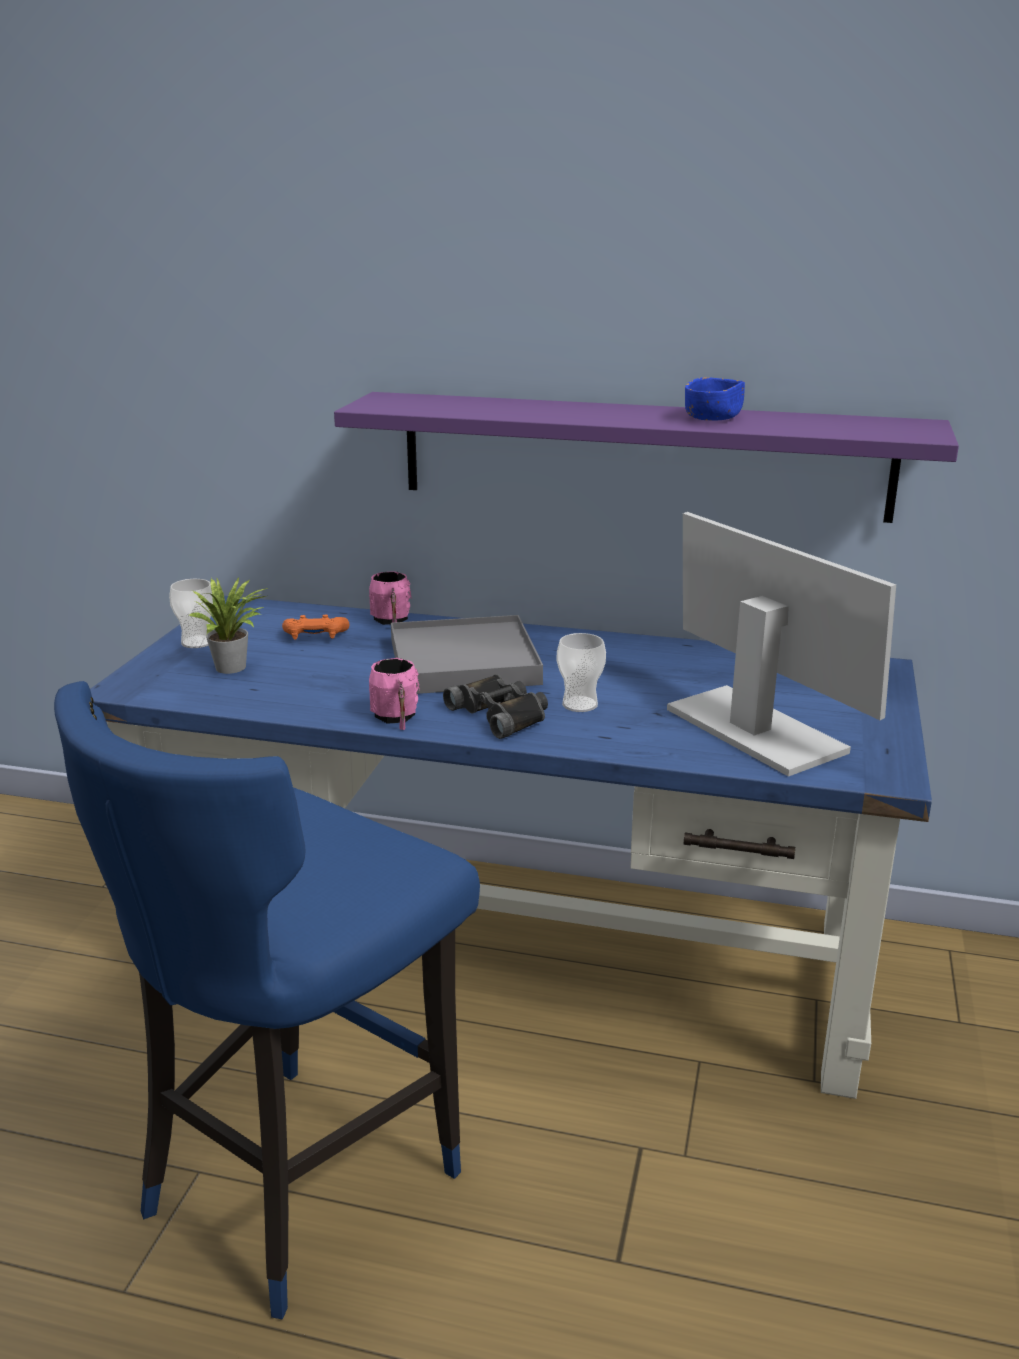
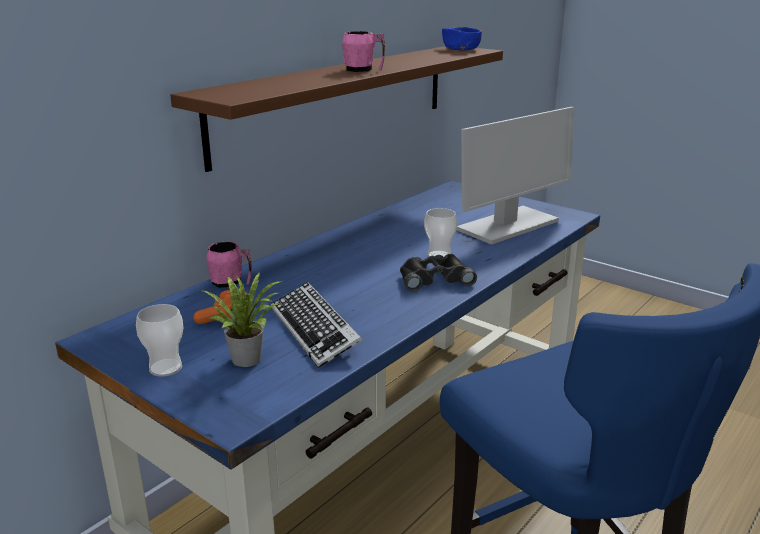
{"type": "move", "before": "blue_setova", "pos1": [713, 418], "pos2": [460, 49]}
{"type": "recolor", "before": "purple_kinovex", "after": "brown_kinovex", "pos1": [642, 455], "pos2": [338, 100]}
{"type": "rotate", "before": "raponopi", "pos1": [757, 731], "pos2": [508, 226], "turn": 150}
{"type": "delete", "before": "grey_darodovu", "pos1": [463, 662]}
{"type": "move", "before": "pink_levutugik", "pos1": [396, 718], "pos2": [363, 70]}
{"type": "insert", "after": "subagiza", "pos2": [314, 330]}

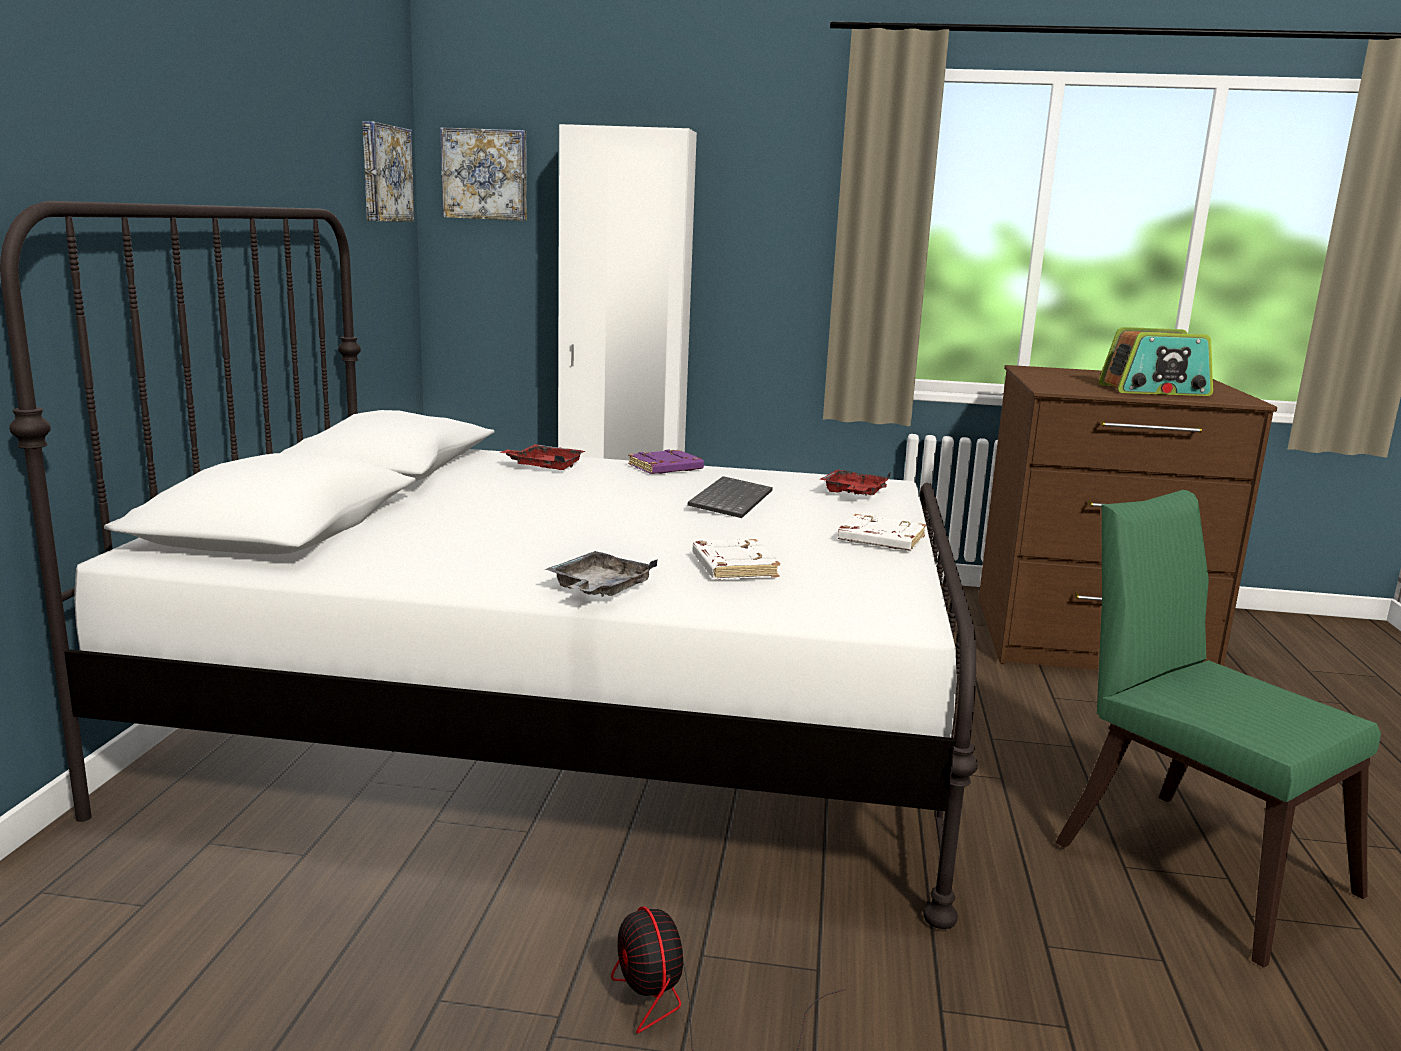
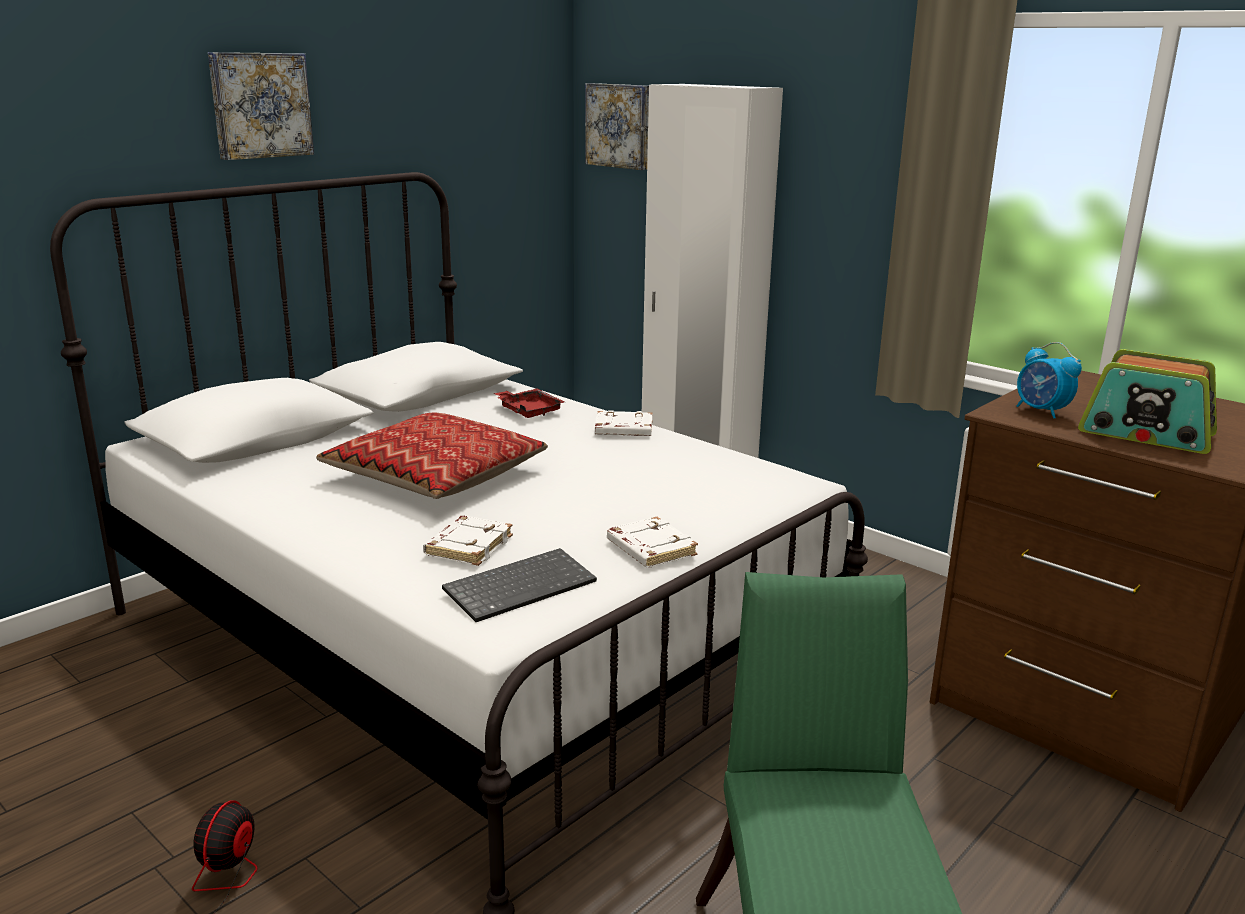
{"type": "move", "before": "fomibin", "pos1": [384, 173], "pos2": [260, 105]}
{"type": "recolor", "before": "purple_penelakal", "after": "white_penelakal", "pos1": [665, 468], "pos2": [623, 429]}
{"type": "delete", "before": "red_darodovu", "pos1": [853, 493]}
{"type": "move", "before": "subagiza", "pos1": [729, 499], "pos2": [520, 586]}
{"type": "delete", "before": "grey_darodovu", "pos1": [599, 589]}
{"type": "insert", "after": "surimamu", "pos2": [1041, 411]}
{"type": "insert", "after": "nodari", "pos2": [435, 474]}

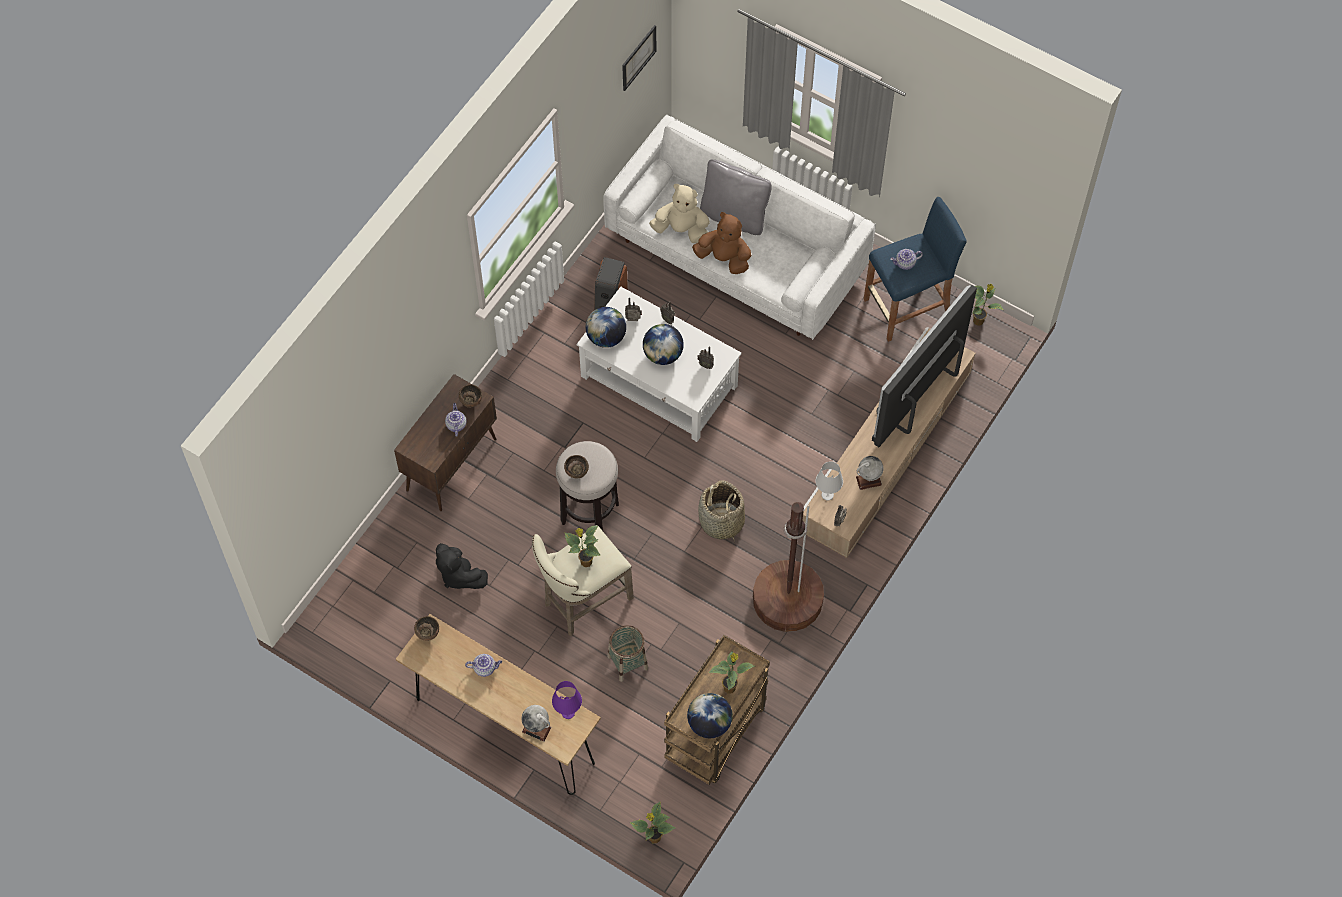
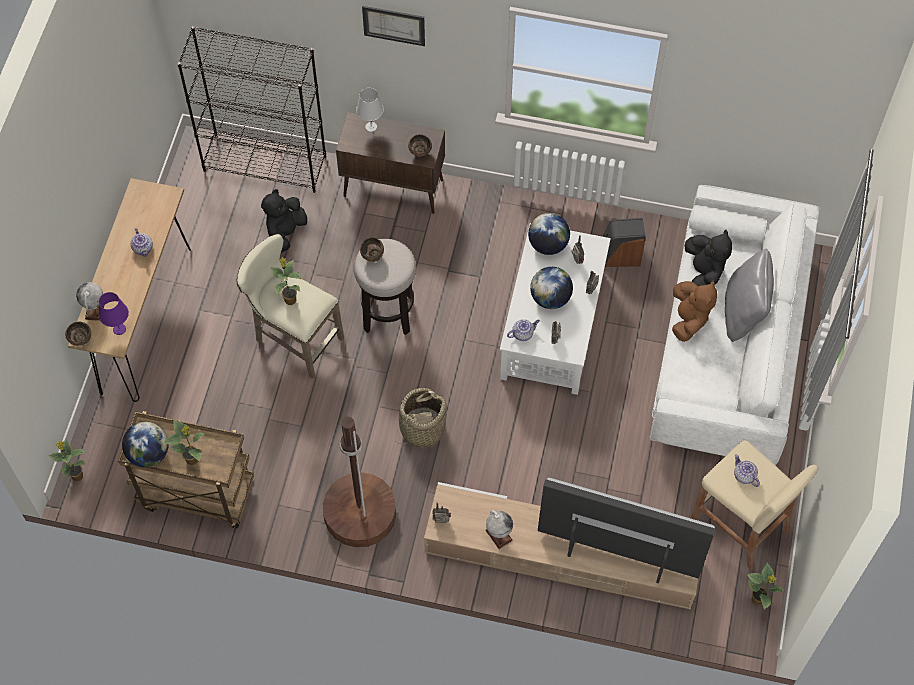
{"type": "move", "before": "fomibin", "pos1": [638, 57], "pos2": [394, 25]}
{"type": "recolor", "before": "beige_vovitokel", "after": "black_vovitokel", "pos1": [681, 229], "pos2": [704, 271]}
{"type": "recolor", "before": "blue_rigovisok", "after": "beige_rigovisok", "pos1": [907, 308], "pos2": [739, 524]}
{"type": "move", "before": "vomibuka", "pos1": [456, 424], "pos2": [523, 333]}
{"type": "move", "before": "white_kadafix", "pos1": [827, 495], "pos2": [371, 127]}
{"type": "move", "before": "brown_setova", "pos1": [427, 634], "pos2": [81, 340]}
{"type": "delete", "before": "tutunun", "pos1": [627, 662]}
{"type": "insert", "after": "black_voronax", "pos2": [265, 163]}

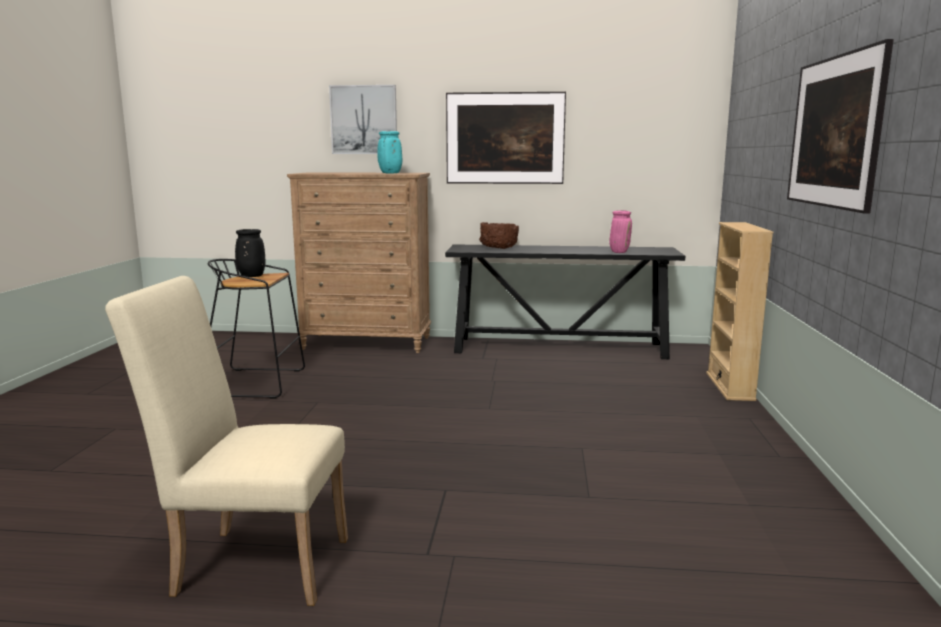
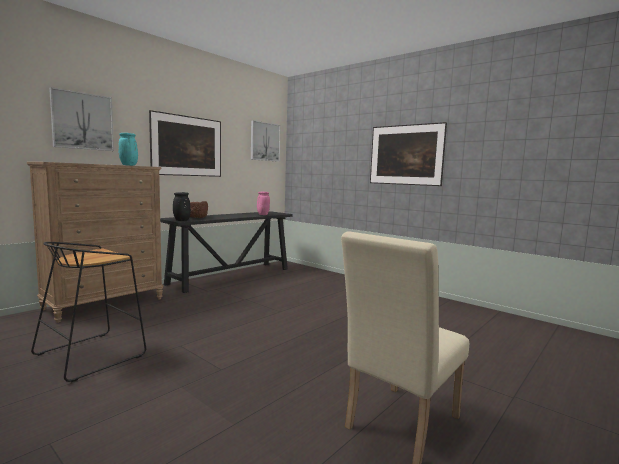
{"type": "delete", "before": "beige_voronax", "pos1": [730, 386]}
{"type": "move", "before": "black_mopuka", "pos1": [251, 276], "pos2": [181, 220]}
{"type": "insert", "after": "fomibin", "pos2": [265, 141]}

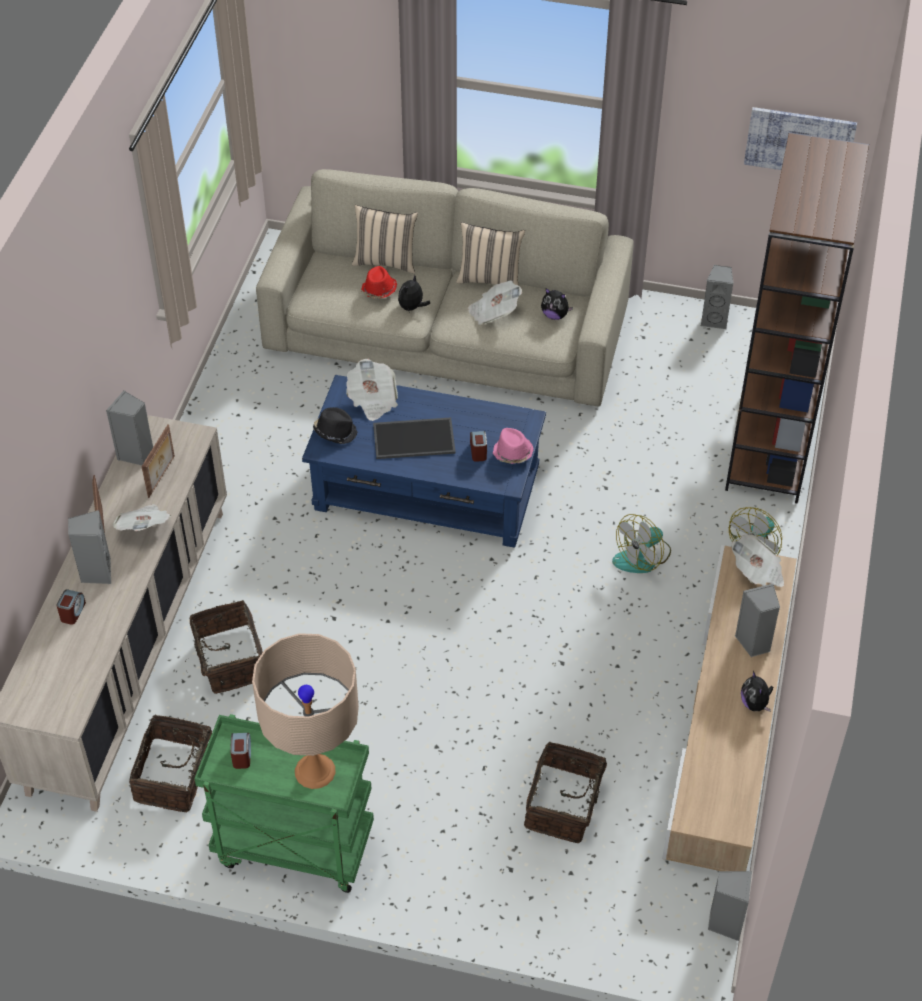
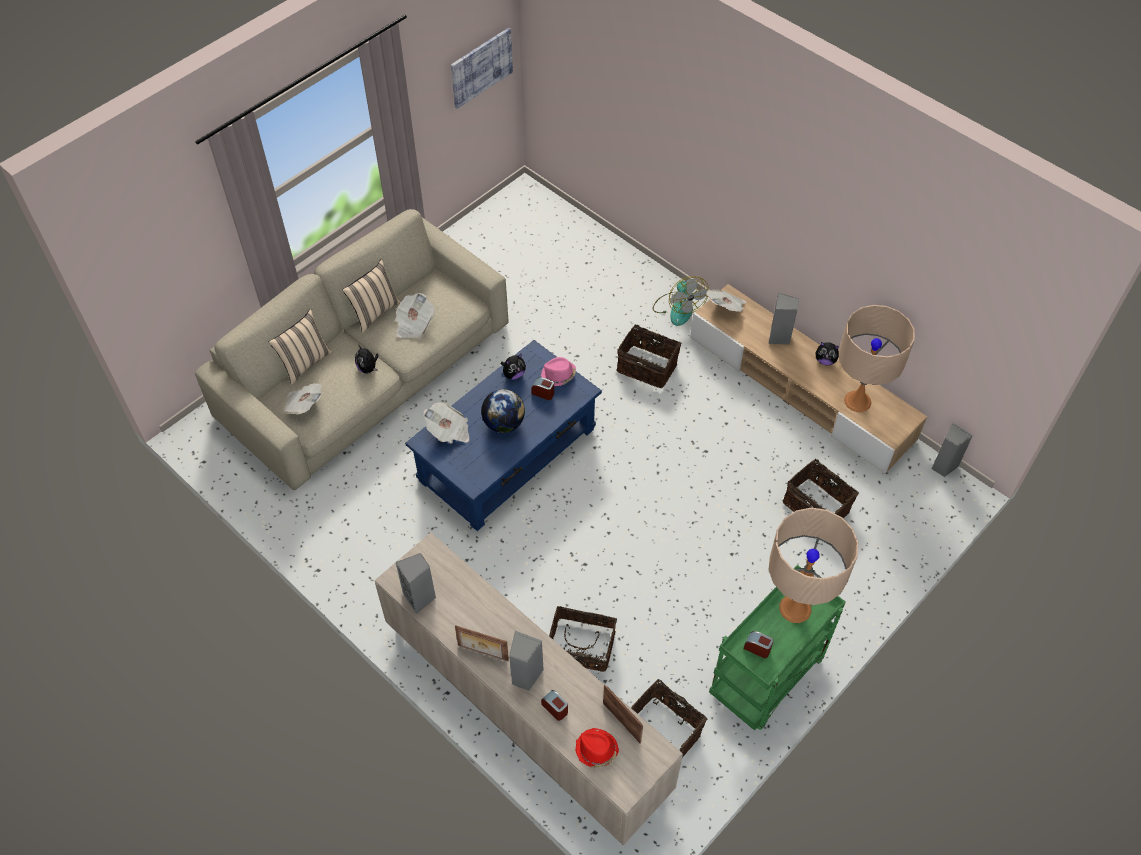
{"type": "delete", "before": "brown_voronax", "pos1": [771, 446]}
{"type": "delete", "before": "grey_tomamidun", "pos1": [714, 320]}
{"type": "move", "before": "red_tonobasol", "pos1": [379, 290], "pos2": [596, 750]}
{"type": "move", "before": "vovitokel", "pos1": [555, 315], "pos2": [513, 374]}
{"type": "delete", "before": "black_tonobasol", "pos1": [335, 431]}
{"type": "replace", "before": "darodovu", "after": "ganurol", "pos1": [414, 438], "pos2": [503, 423]}
{"type": "move", "before": "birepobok", "pos1": [162, 477], "pos2": [622, 722]}
{"type": "move", "before": "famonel", "pos1": [144, 527], "pos2": [304, 405]}
{"type": "replace", "before": "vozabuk", "after": "tutunun", "pos1": [642, 557], "pos2": [647, 366]}
{"type": "insert", "after": "beige_kadafix", "pos2": [857, 401]}

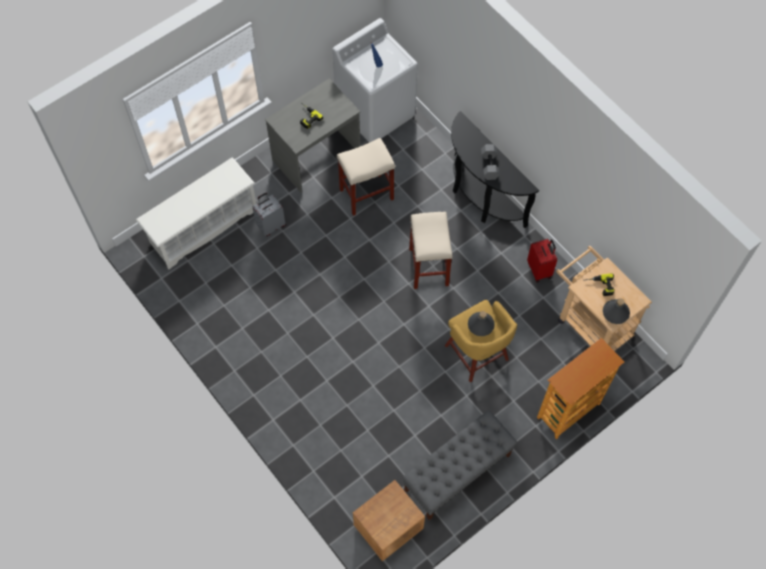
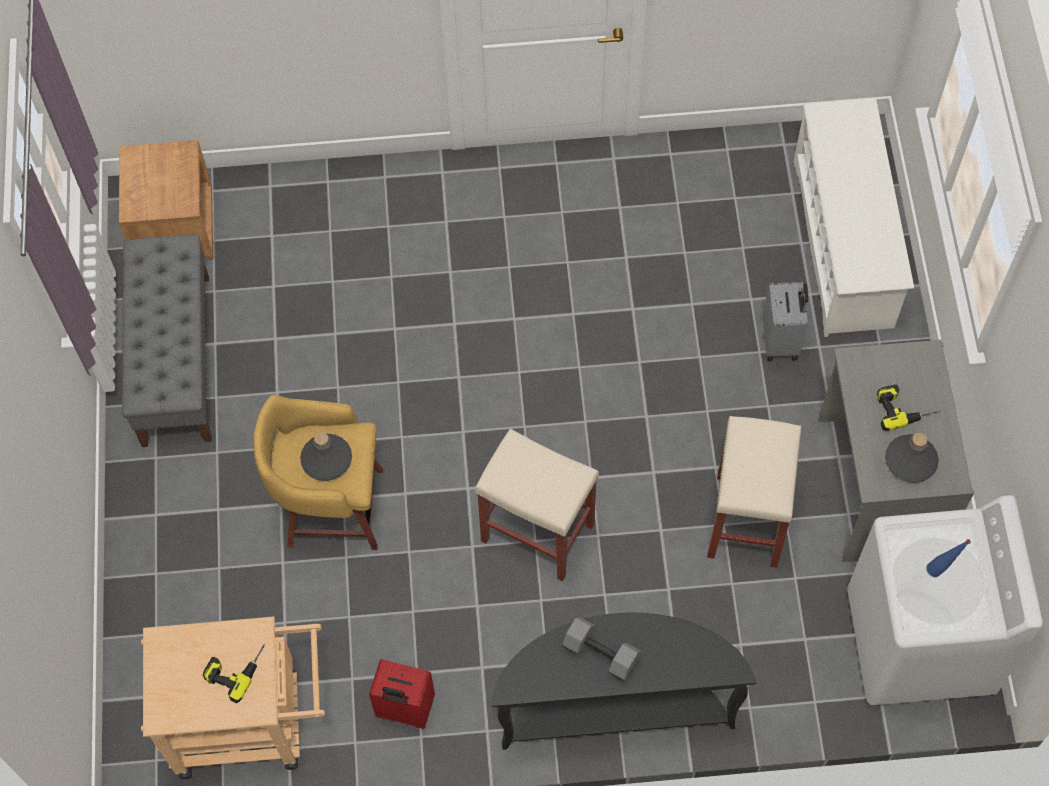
{"type": "move", "before": "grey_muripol", "pos1": [615, 312], "pos2": [910, 461]}
{"type": "delete", "before": "voronax", "pos1": [568, 411]}

